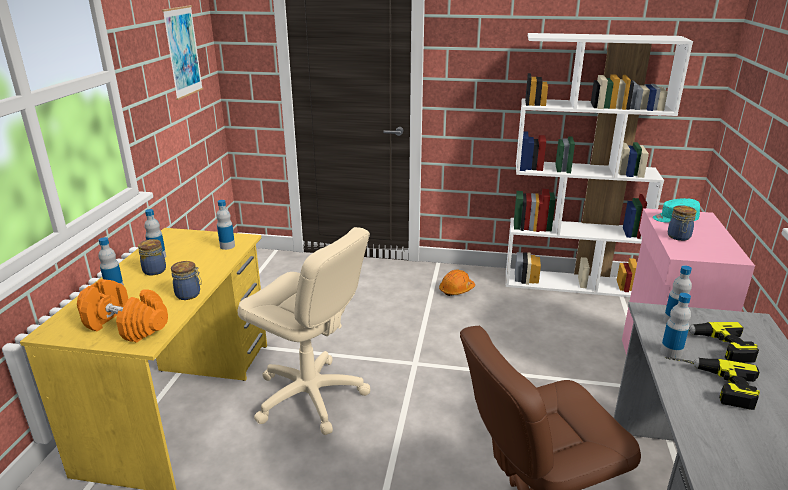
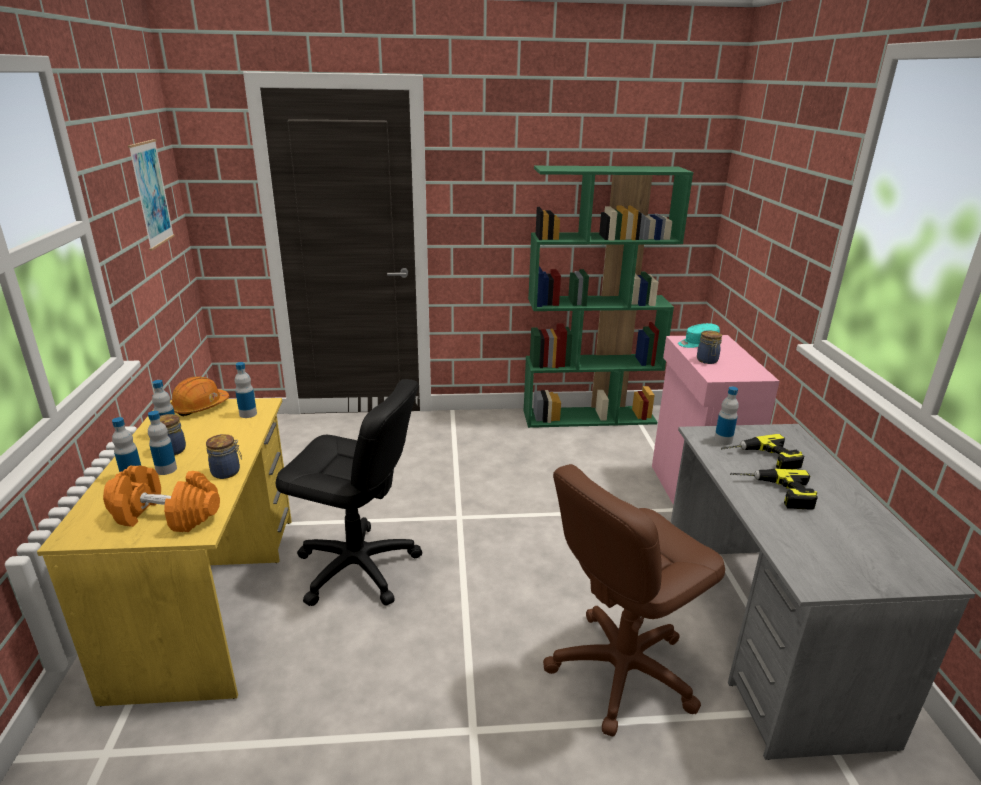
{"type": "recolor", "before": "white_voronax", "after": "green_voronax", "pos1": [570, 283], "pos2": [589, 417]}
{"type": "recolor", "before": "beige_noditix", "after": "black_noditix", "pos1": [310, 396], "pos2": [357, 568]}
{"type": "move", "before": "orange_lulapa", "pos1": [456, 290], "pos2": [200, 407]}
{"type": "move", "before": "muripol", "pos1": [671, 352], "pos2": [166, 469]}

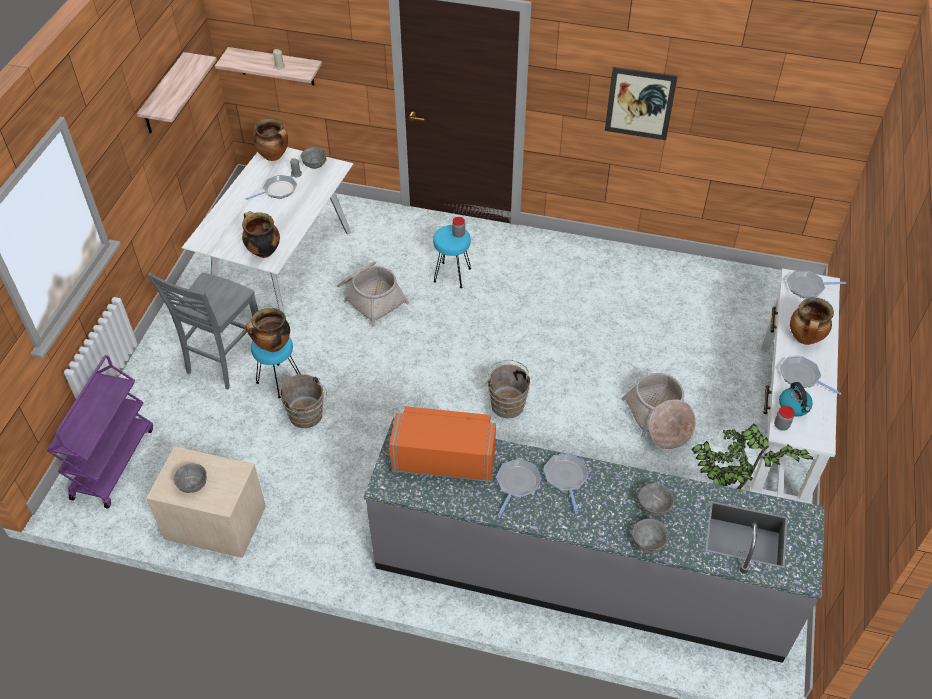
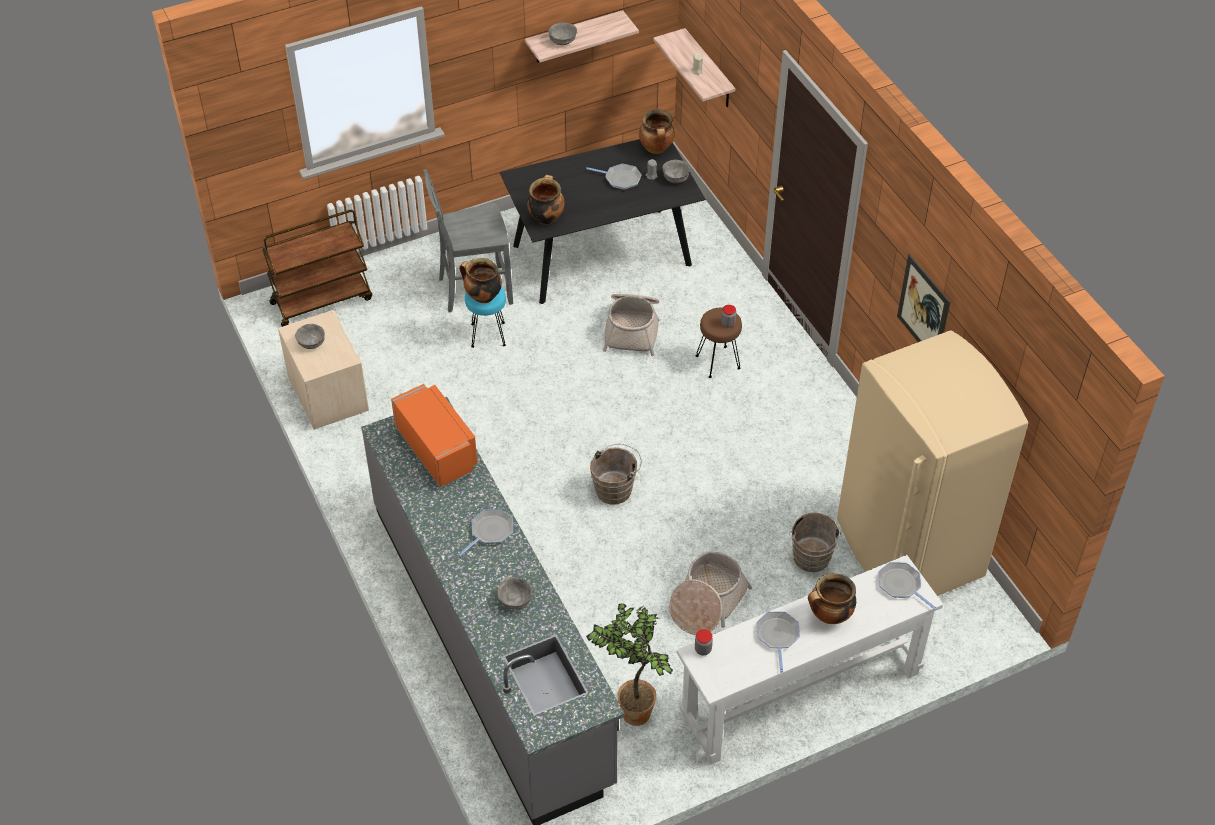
{"type": "recolor", "before": "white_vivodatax", "after": "black_vivodatax", "pos1": [282, 268], "pos2": [602, 254]}
{"type": "recolor", "before": "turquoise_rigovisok", "after": "brown_rigovisok", "pos1": [452, 274], "pos2": [718, 362]}
{"type": "recolor", "before": "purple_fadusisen", "after": "brown_fadusisen", "pos1": [113, 462], "pos2": [322, 300]}
{"type": "move", "before": "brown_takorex", "pos1": [307, 416], "pos2": [811, 560]}
{"type": "delete", "before": "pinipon", "pos1": [794, 407]}
{"type": "delete", "before": "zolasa", "pos1": [517, 484]}
{"type": "move", "before": "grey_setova", "pos1": [648, 543], "pos2": [562, 41]}
{"type": "insert", "after": "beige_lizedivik", "pos2": [908, 550]}

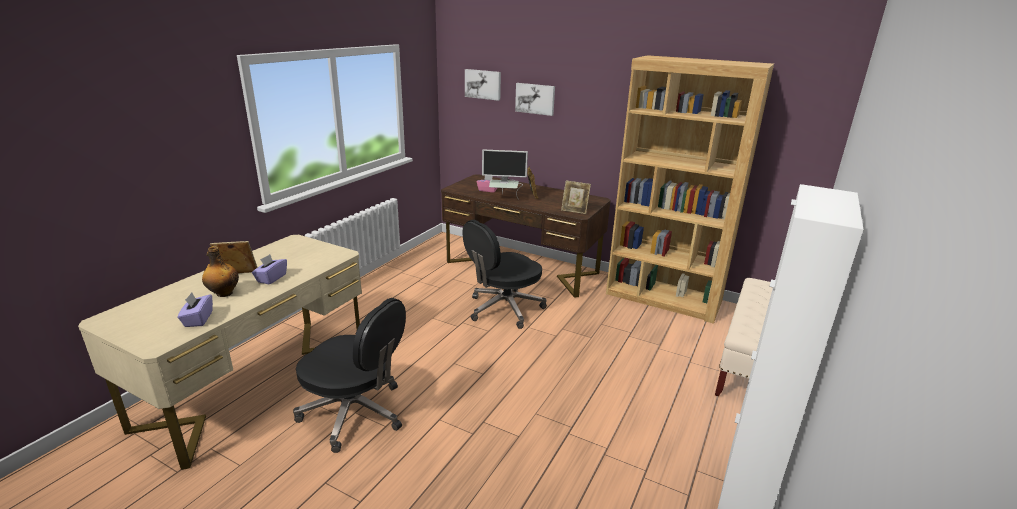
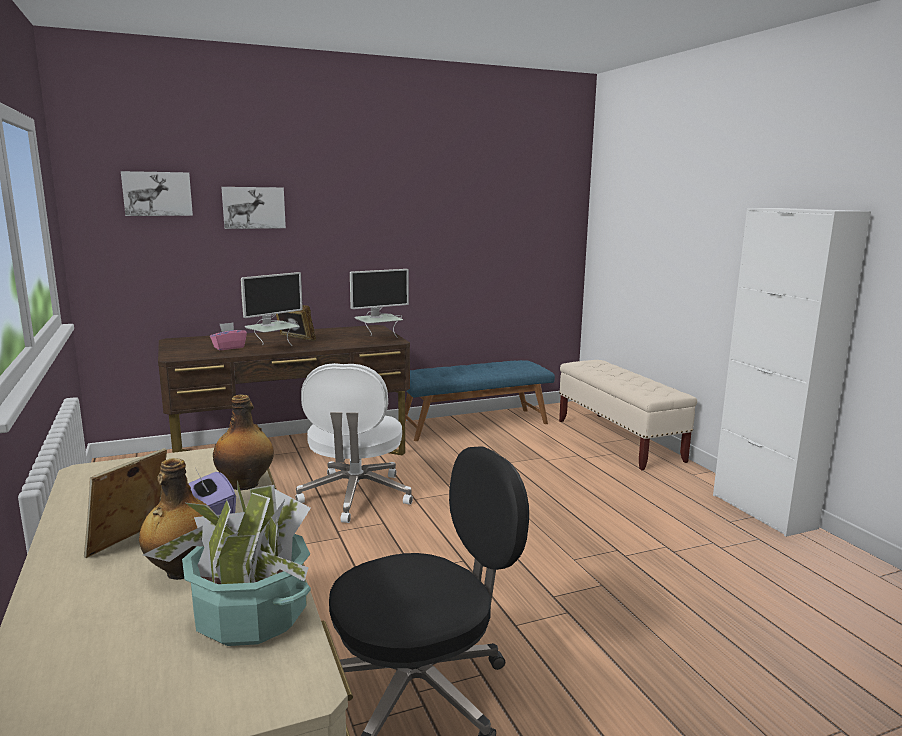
{"type": "replace", "before": "brown_voronax", "after": "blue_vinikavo", "pos1": [663, 298], "pos2": [474, 424]}
{"type": "replace", "before": "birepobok", "after": "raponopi", "pos1": [574, 211], "pos2": [379, 339]}
{"type": "recolor", "before": "black_noditix", "after": "white_noditix", "pos1": [504, 309], "pos2": [355, 496]}
{"type": "replace", "before": "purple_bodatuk", "after": "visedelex", "pos1": [198, 319], "pos2": [251, 616]}
{"type": "insert", "after": "muripol", "pos2": [246, 484]}

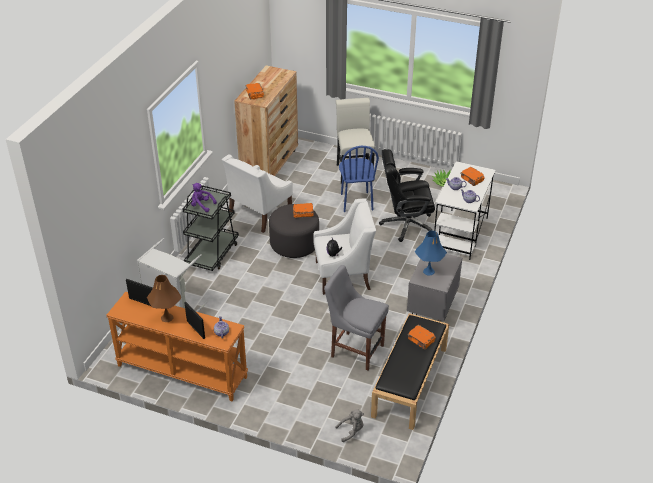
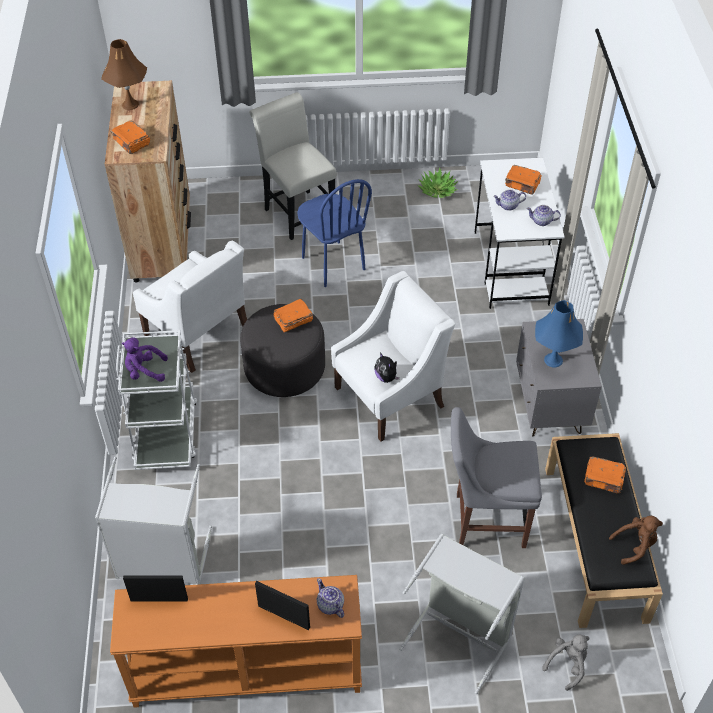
{"type": "delete", "before": "black_noditix", "pos1": [406, 225]}
{"type": "rotate", "before": "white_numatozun", "pos1": [259, 213], "pos2": [197, 332], "turn": -60}
{"type": "recolor", "before": "black_fadusisen", "after": "white_fadusisen", "pos1": [212, 254], "pos2": [166, 433]}
{"type": "move", "before": "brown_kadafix", "pos1": [167, 317], "pos2": [130, 104]}
{"type": "insert", "after": "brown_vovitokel", "pos2": [635, 545]}
{"type": "insert", "after": "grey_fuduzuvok", "pos2": [461, 634]}

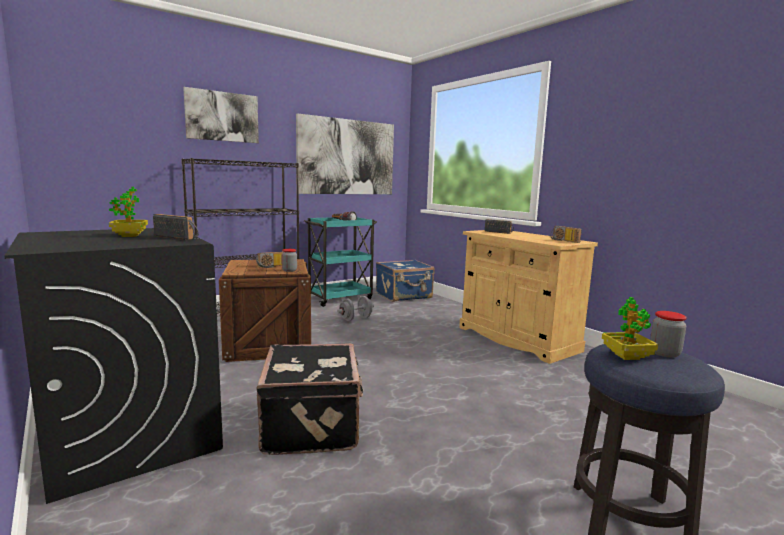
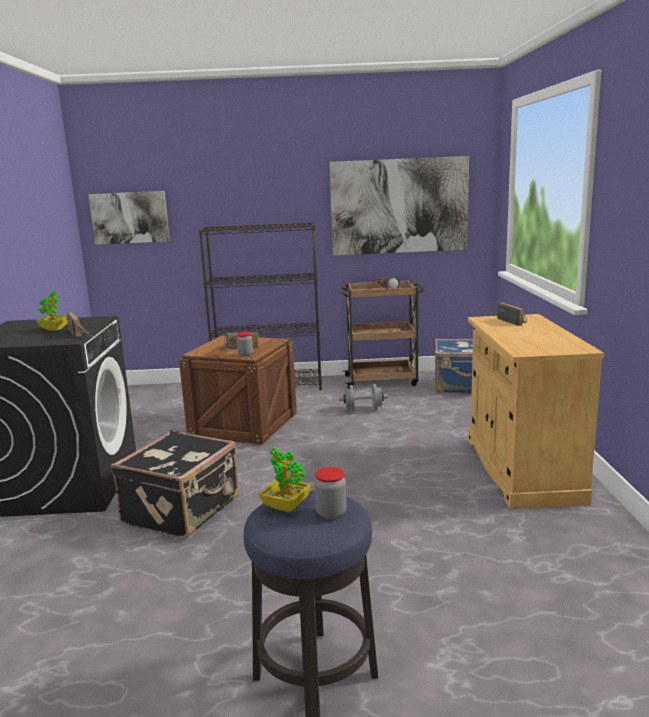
{"type": "move", "before": "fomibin", "pos1": [222, 116], "pos2": [130, 217]}
{"type": "recolor", "before": "turquoise_fadusisen", "after": "brown_fadusisen", "pos1": [340, 298], "pos2": [382, 380]}
{"type": "delete", "before": "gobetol", "pos1": [563, 240]}

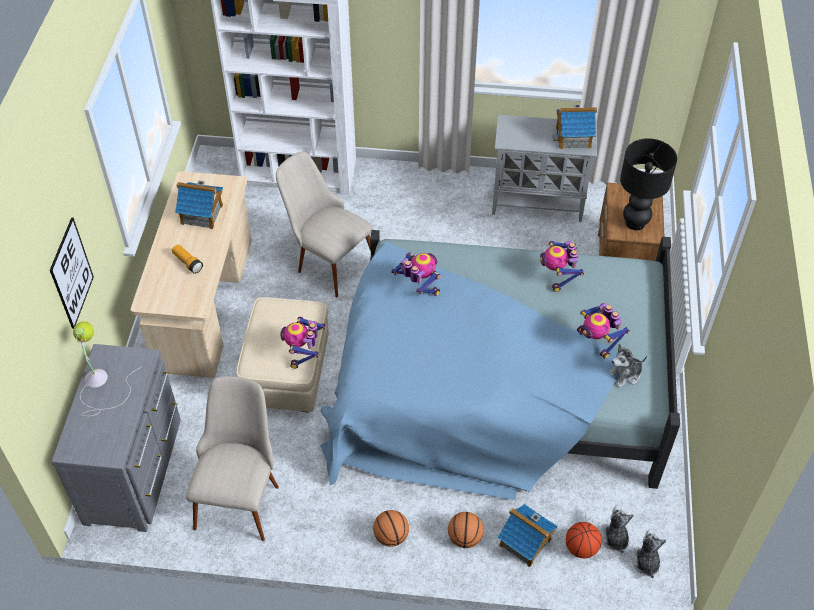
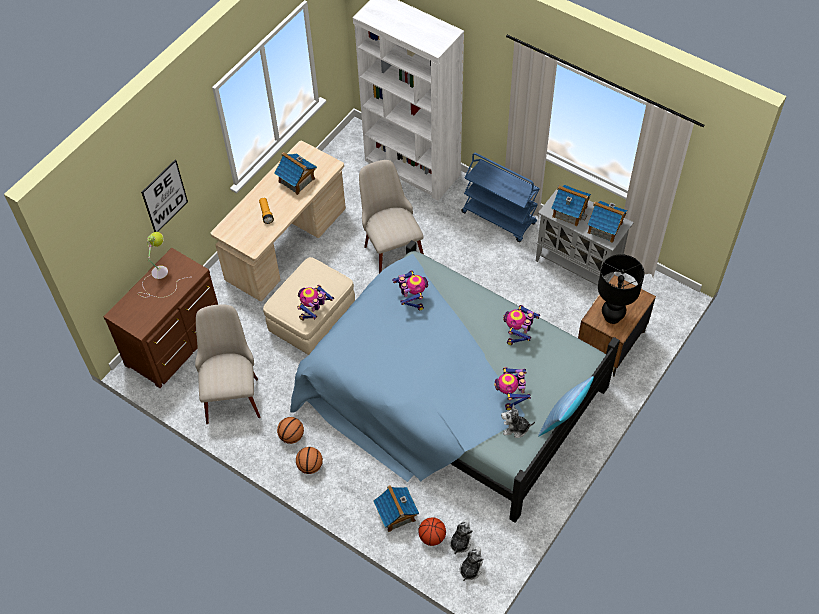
{"type": "recolor", "before": "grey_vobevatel", "after": "brown_vobevatel", "pos1": [136, 469], "pos2": [176, 343]}
{"type": "rotate", "before": "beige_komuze", "pos1": [240, 494], "pos2": [231, 390], "turn": -45}
{"type": "move", "before": "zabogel", "pos1": [464, 538], "pos2": [291, 436]}
{"type": "insert", "after": "blue_fadusisen", "pos2": [499, 218]}
{"type": "insert", "after": "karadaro", "pos2": [569, 211]}
{"type": "insert", "after": "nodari", "pos2": [563, 420]}

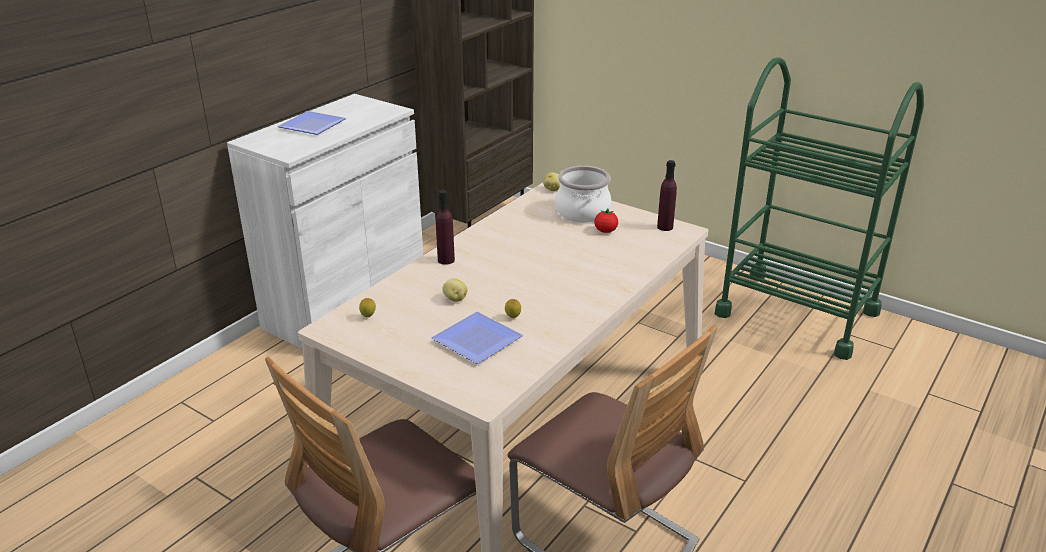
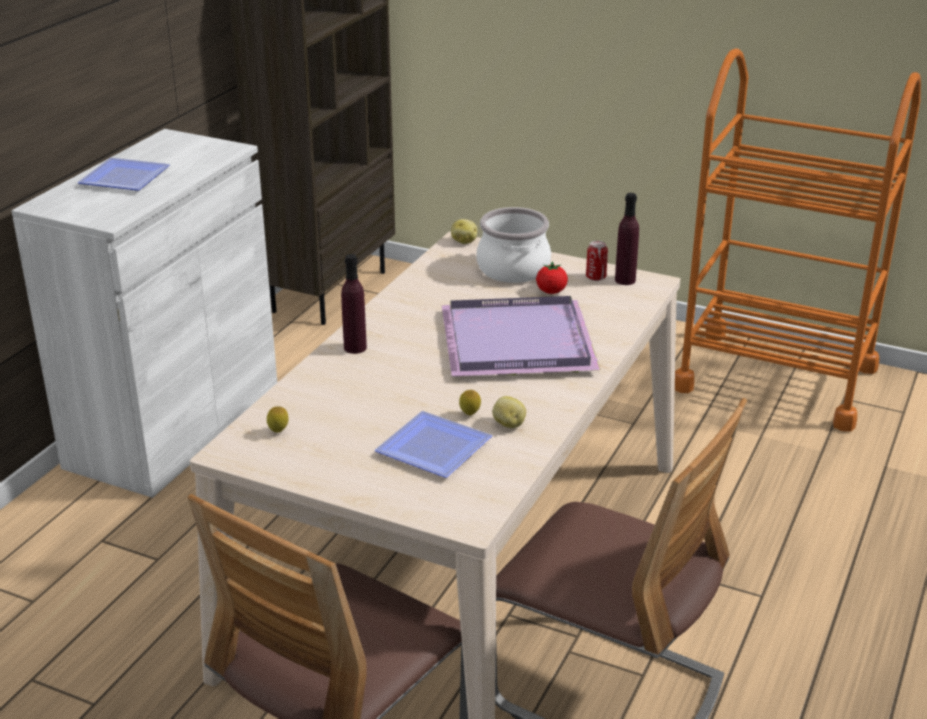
{"type": "recolor", "before": "green_fadusisen", "after": "orange_fadusisen", "pos1": [797, 313], "pos2": [776, 378]}
{"type": "move", "before": "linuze", "pos1": [455, 299], "pos2": [508, 424]}
{"type": "insert", "after": "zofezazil", "pos2": [596, 277]}
{"type": "insert", "after": "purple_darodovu", "pos2": [520, 343]}

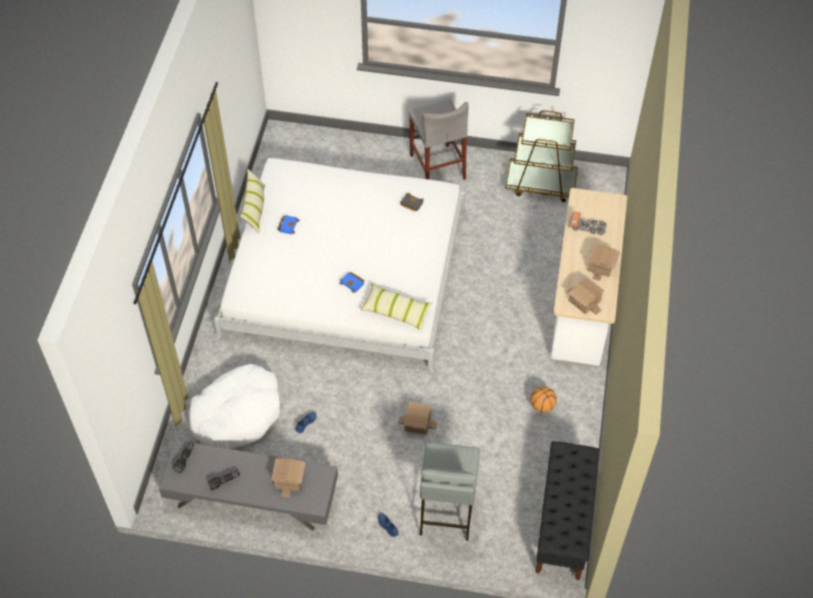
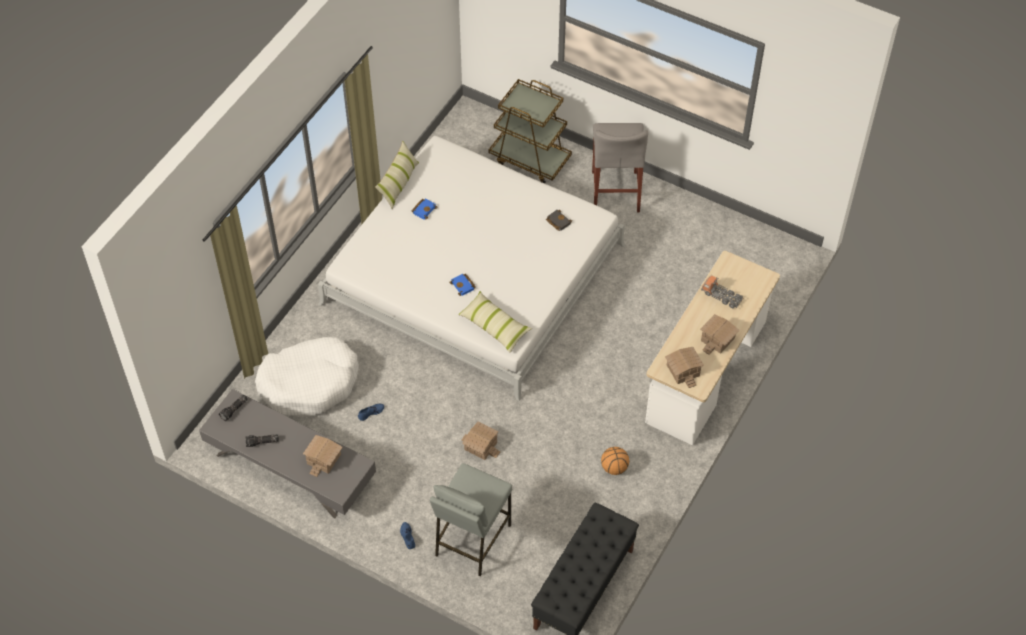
{"type": "move", "before": "brown_fadusisen", "pos1": [541, 184], "pos2": [530, 159]}

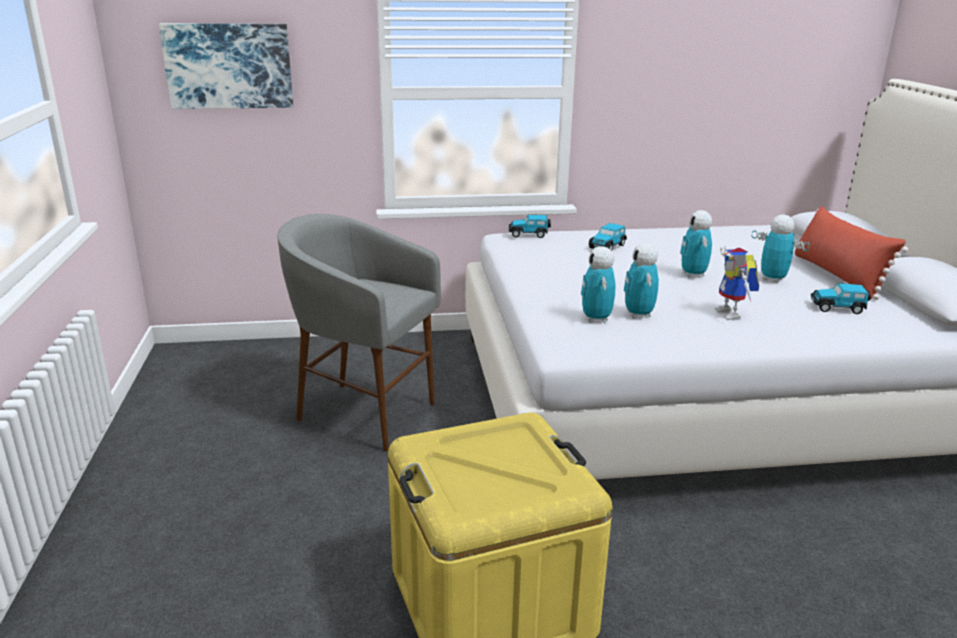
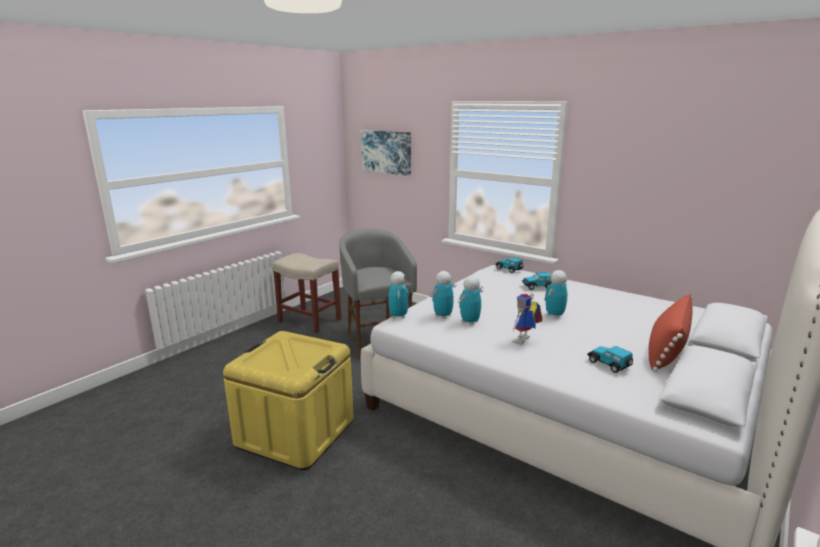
{"type": "move", "before": "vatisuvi", "pos1": [772, 279], "pos2": [398, 316]}
{"type": "insert", "after": "beige_rigovisok", "pos2": [309, 320]}

